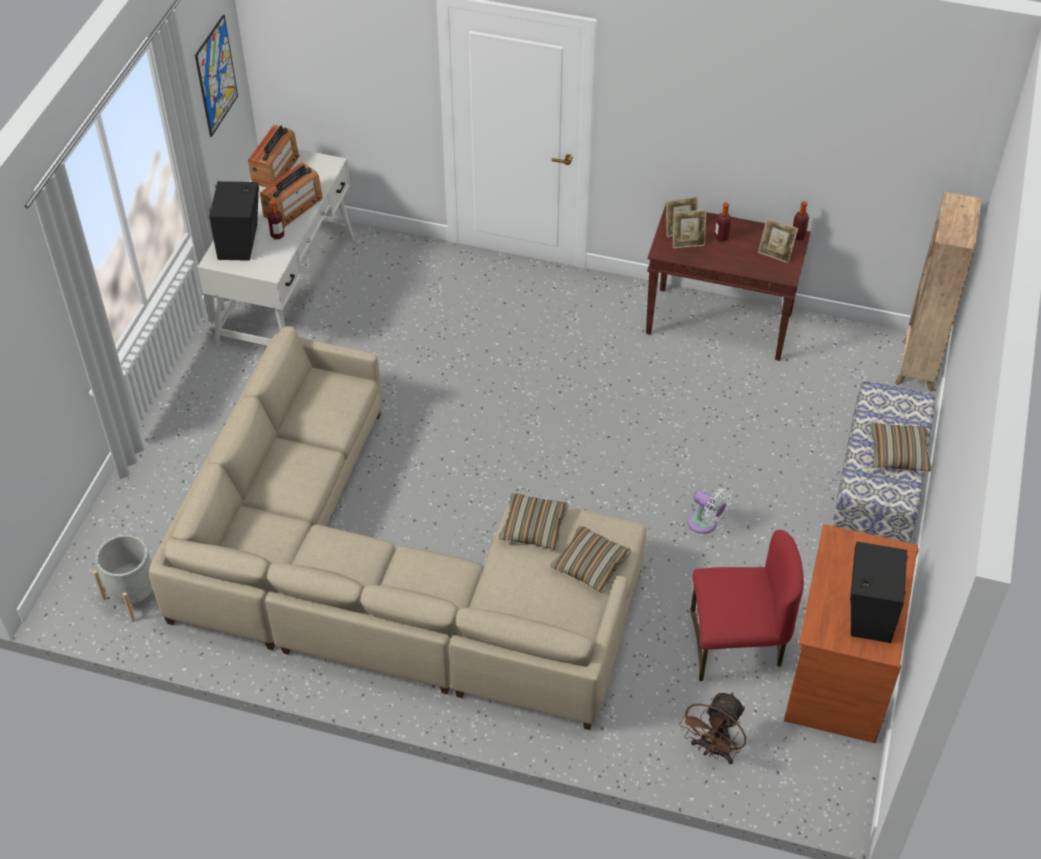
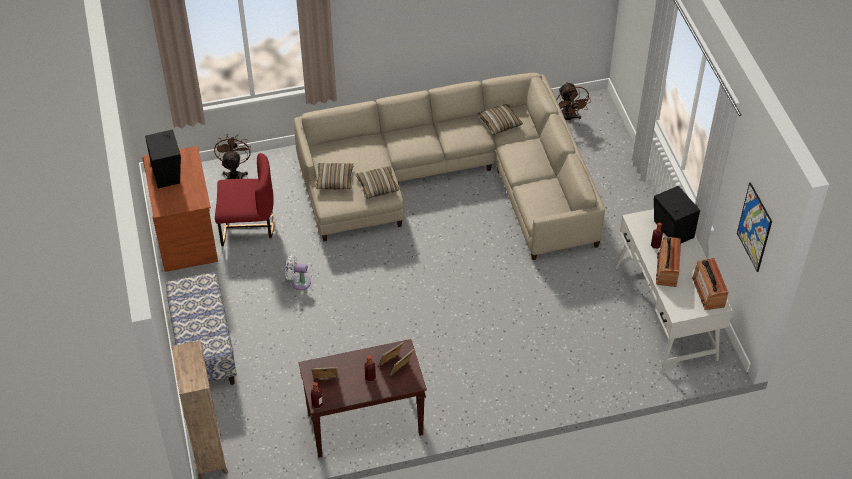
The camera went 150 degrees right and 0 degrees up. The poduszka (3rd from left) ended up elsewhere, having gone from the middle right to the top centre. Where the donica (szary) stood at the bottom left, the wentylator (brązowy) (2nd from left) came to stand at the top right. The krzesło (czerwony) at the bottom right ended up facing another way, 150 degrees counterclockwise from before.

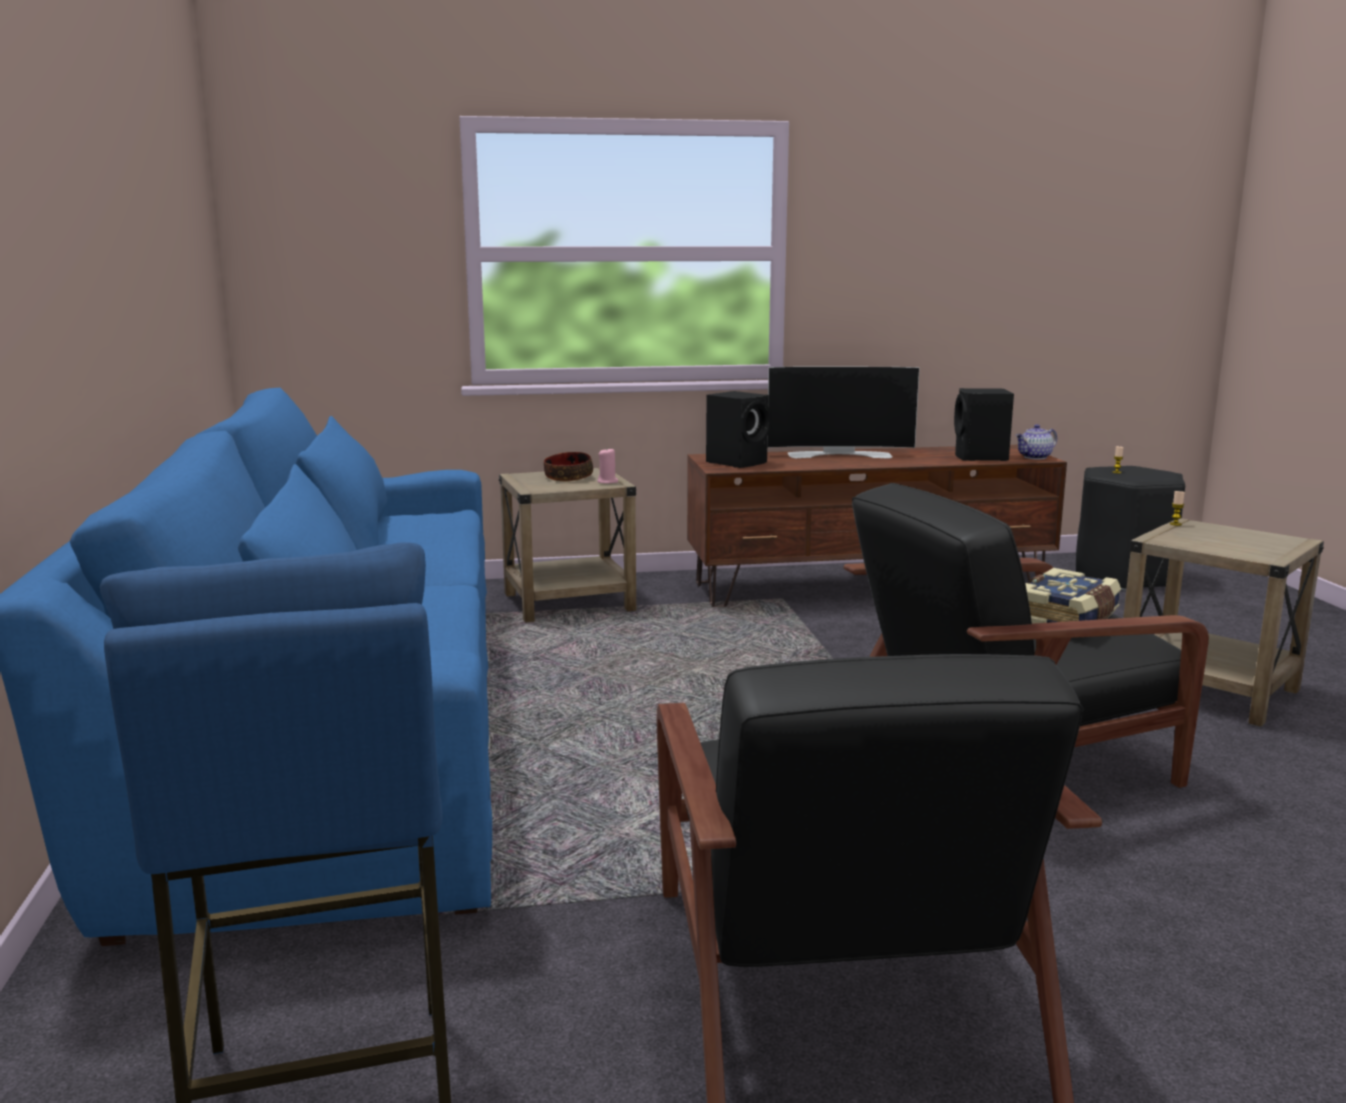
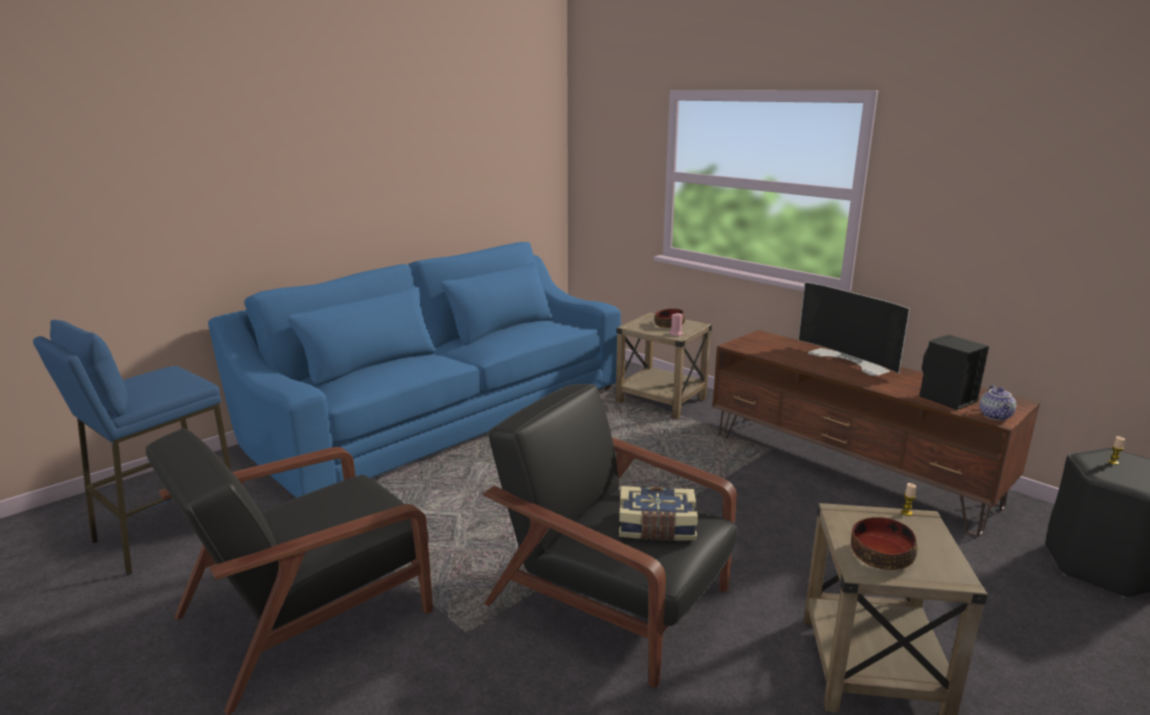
The camera went 55 degrees right and 5 degrees up. The second view lost the głośnik (czarny) (1st from left) at the centre. The second view gained the miska (2nd from left) at the bottom right. The imbryk at the middle right ended up facing another way, 105 degrees counterclockwise from before.

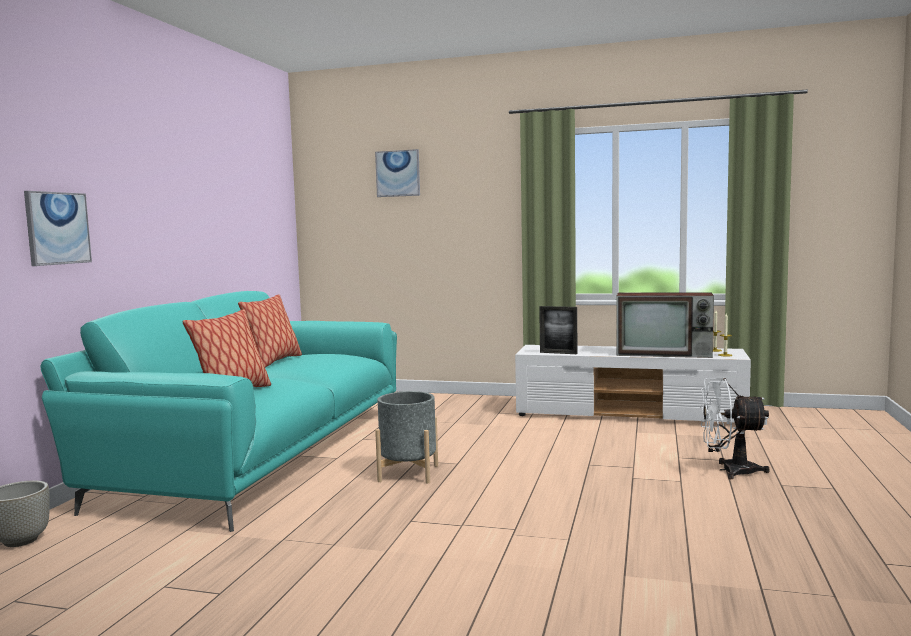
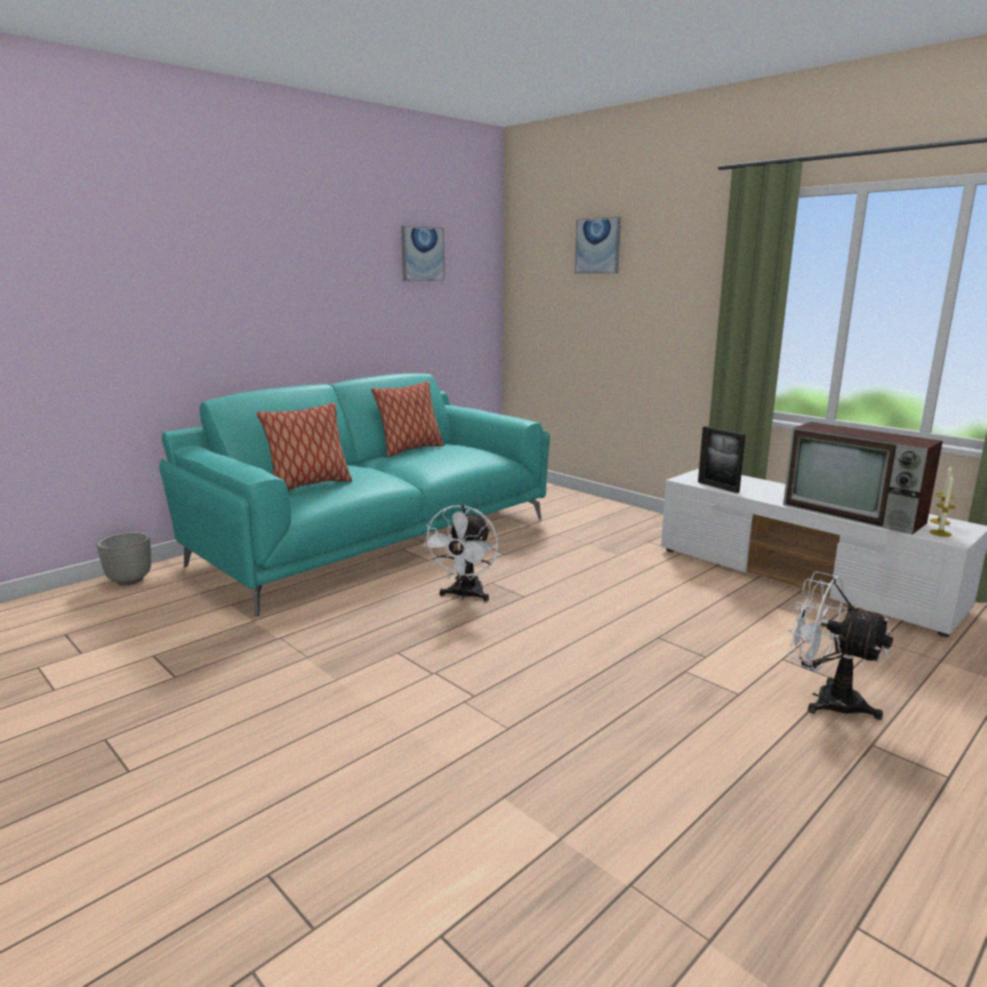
The camera went 30 degrees right and 10 degrees up. The obraz (1st from left) ended up elsewhere, having gone from the middle left to the top centre. Where the donica (szary) (2nd from left) stood at the bottom centre, the wentylator (biały) (1st from left) came to stand at the centre.

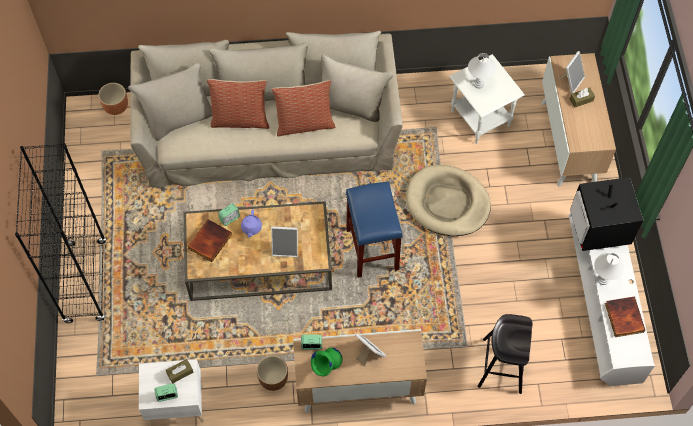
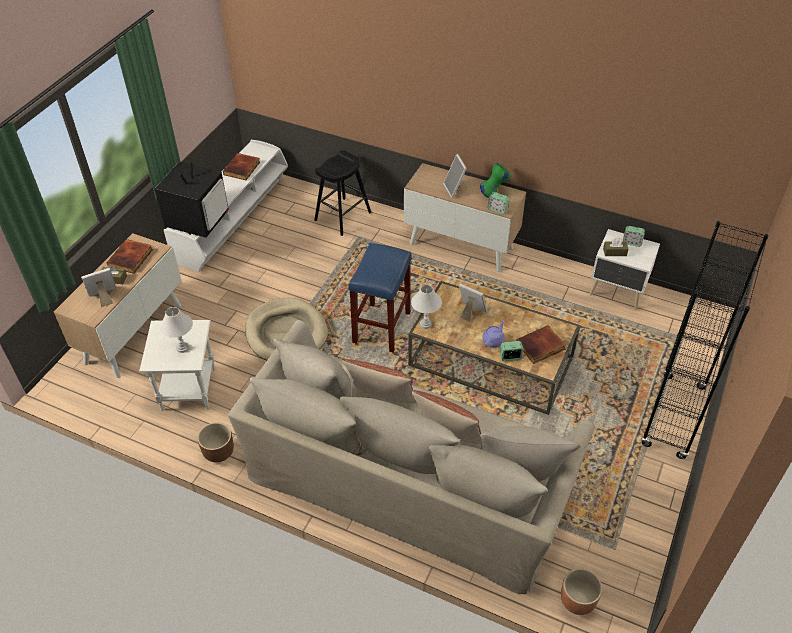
The camera went 150 degrees left and 15 degrees down. The second view gained the książka (1st from left) at the middle left. The donica (brązowy) (2nd from left in the first image) ended up elsewhere, having gone from the bottom centre to the bottom left. The lampa stołowa (biały) (2nd from left) ended up elsewhere, having gone from the middle right to the centre.

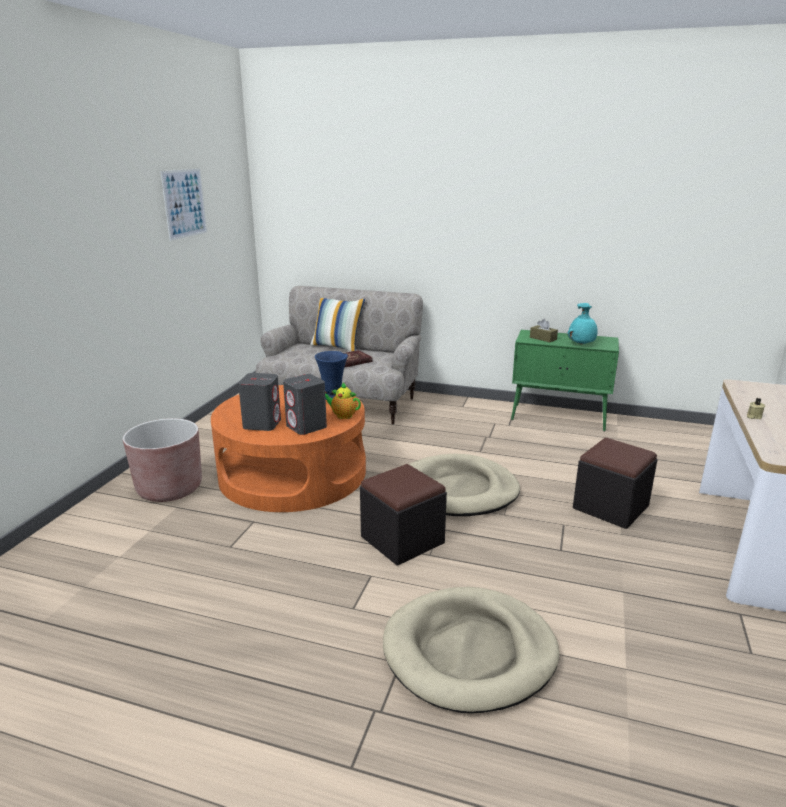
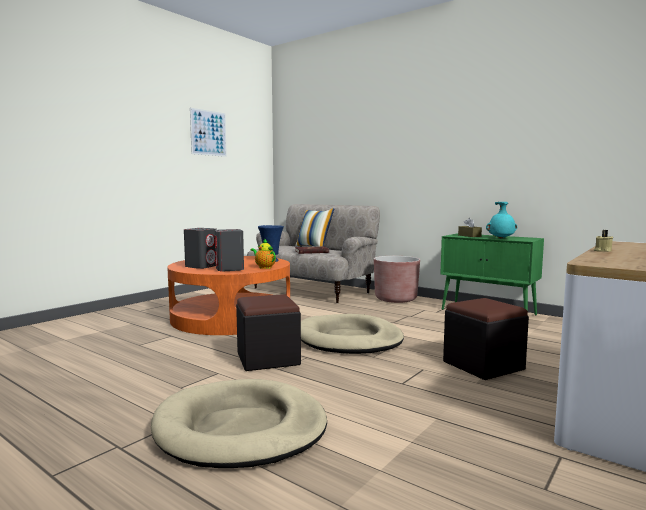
The camera went 20 degrees right and 15 degrees down. The donica (brązowy) ended up elsewhere, having gone from the middle left to the centre.

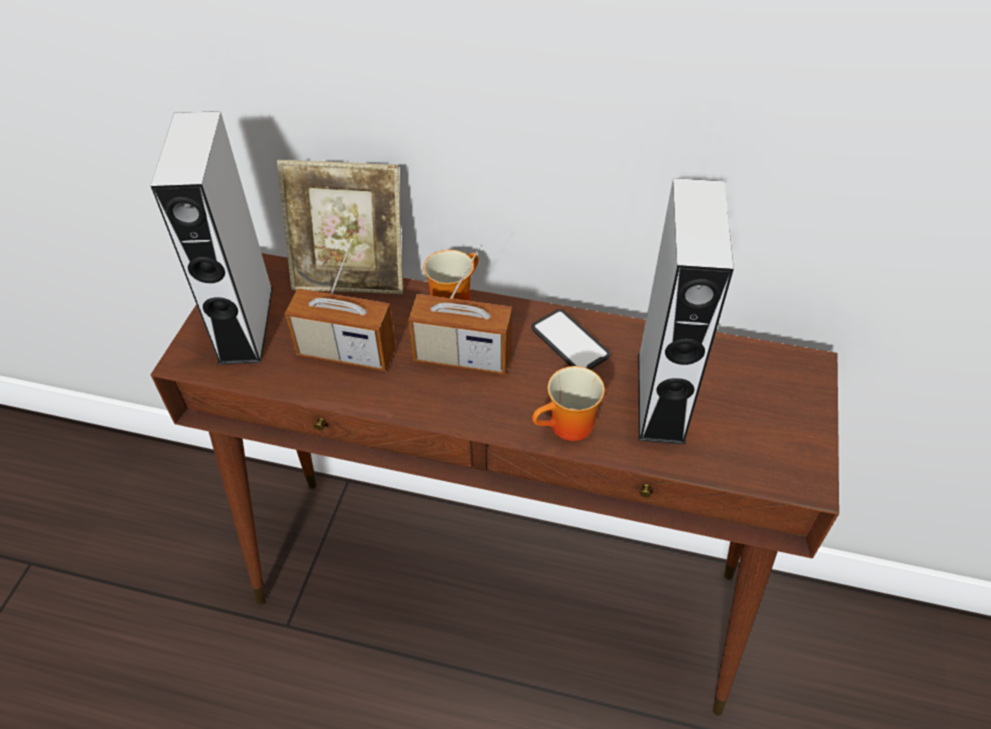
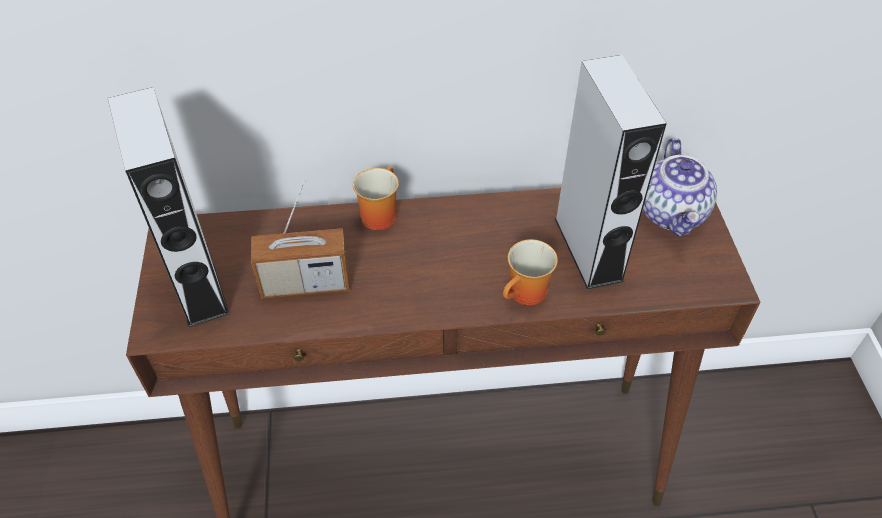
The camera went 20 degrees left and 0 degrees up. The second view lost the ramka na zdjęcie at the top centre. The second view lost the radio (2nd from left) at the centre. The second view lost the telefon at the centre. The second view gained the imbryk at the middle right.

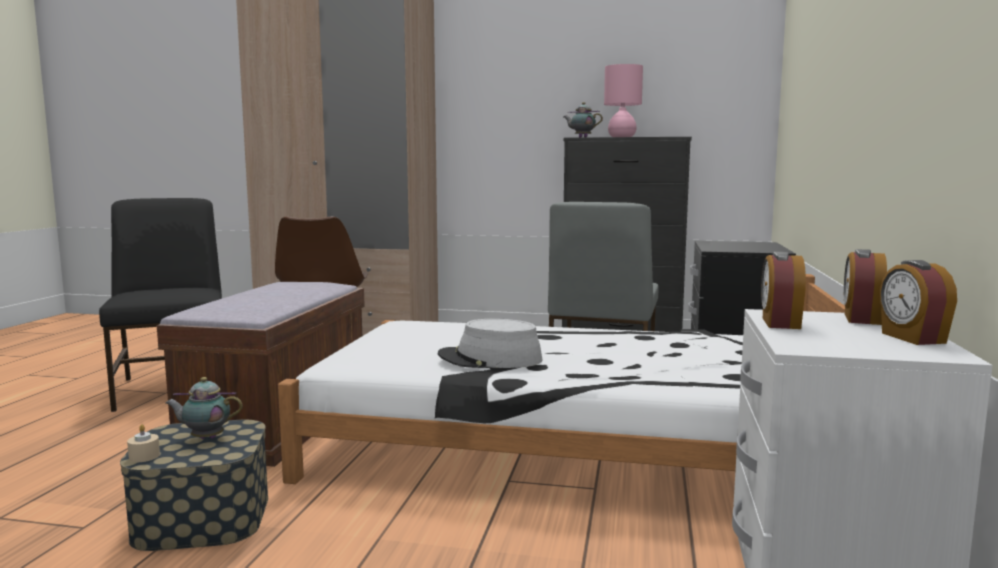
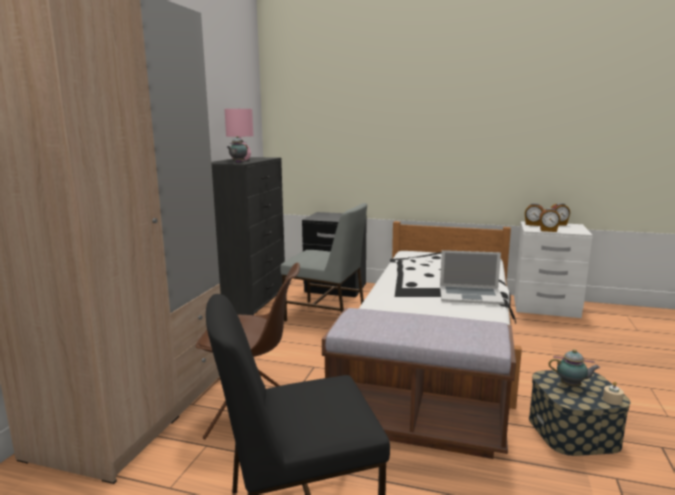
The camera went 85 degrees left and 5 degrees up. Where the kapelusz (szary) stood at the centre, the laptop came to stand at the middle right. The imbryk (1st from left in the first image) at the bottom left ended up facing another way, 75 degrees counterclockwise from before.

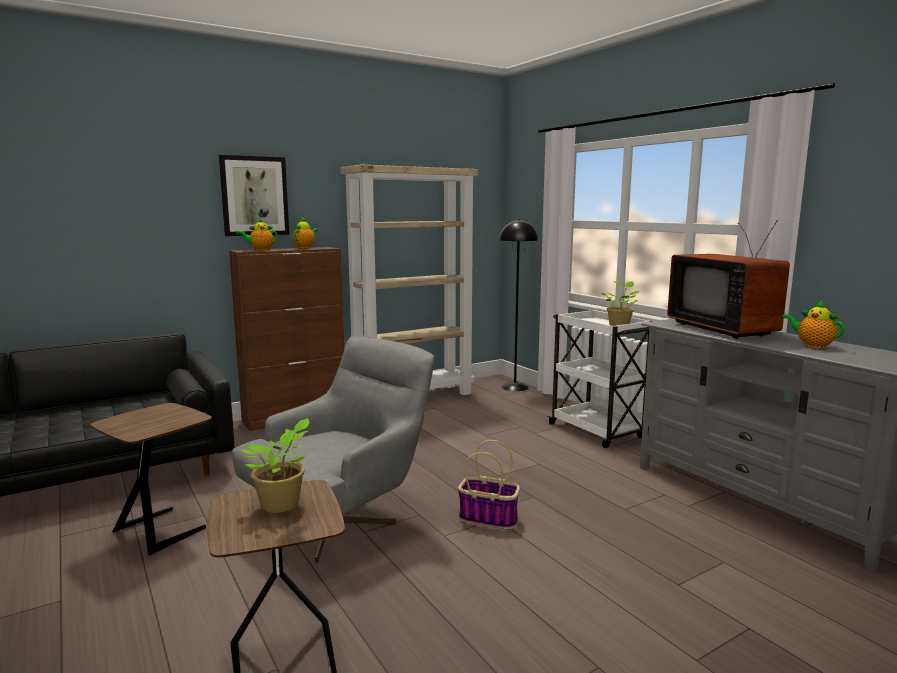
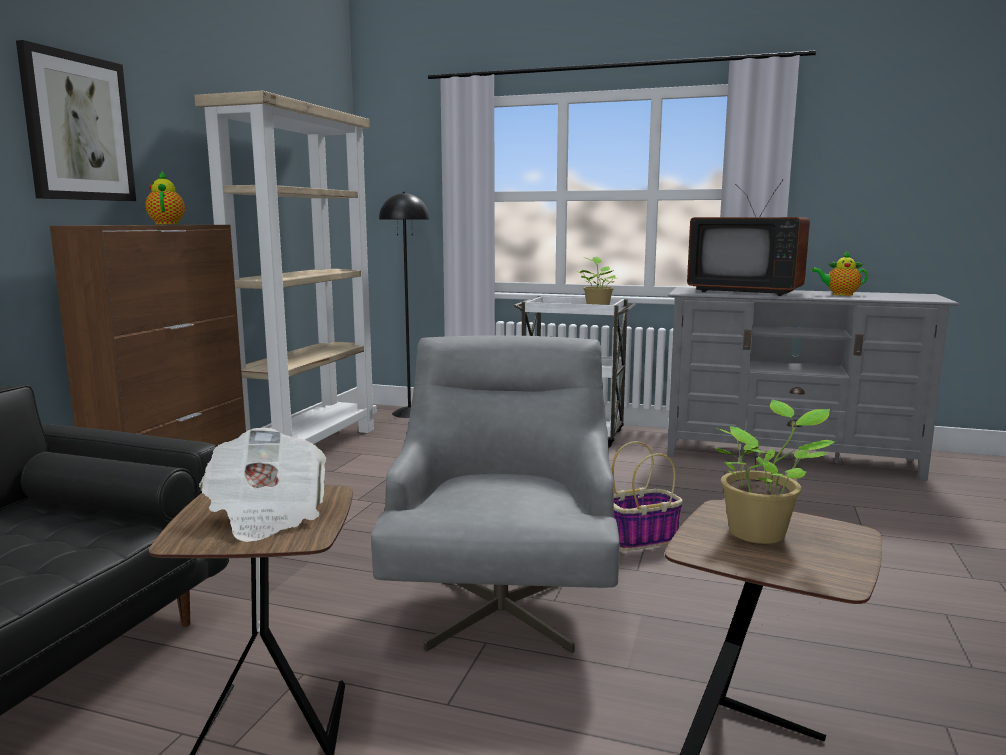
The camera went 40 degrees left and 0 degrees up. The second view lost the imbryk (1st from left) at the middle left. The second view gained the gazeta at the middle left.

